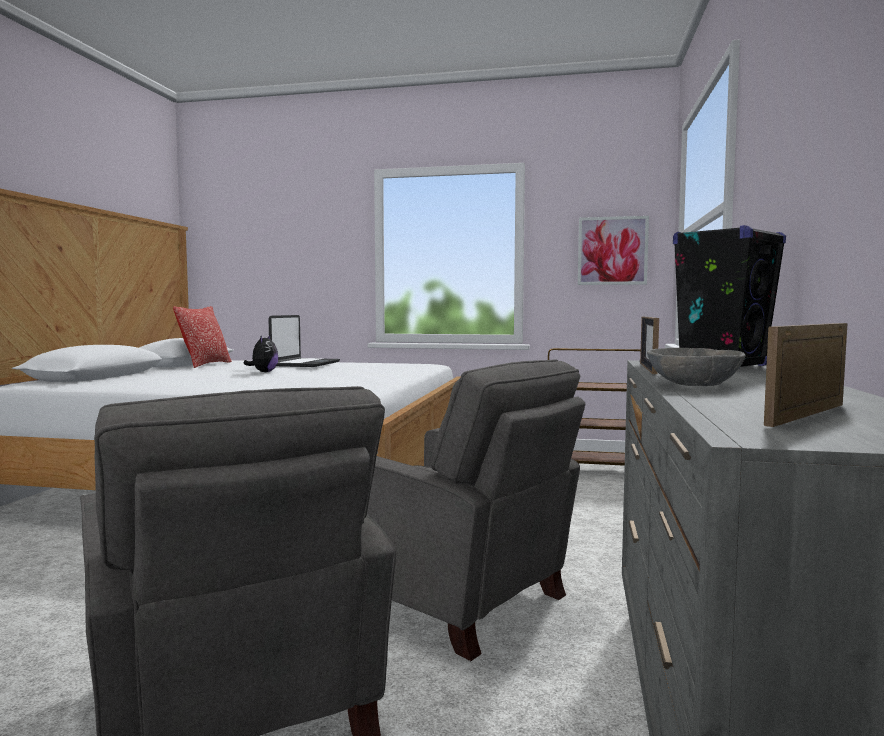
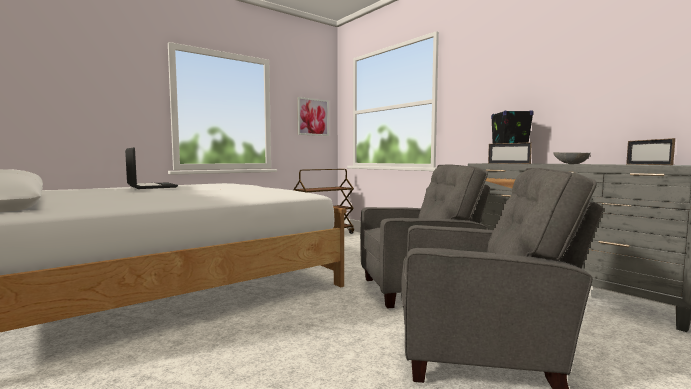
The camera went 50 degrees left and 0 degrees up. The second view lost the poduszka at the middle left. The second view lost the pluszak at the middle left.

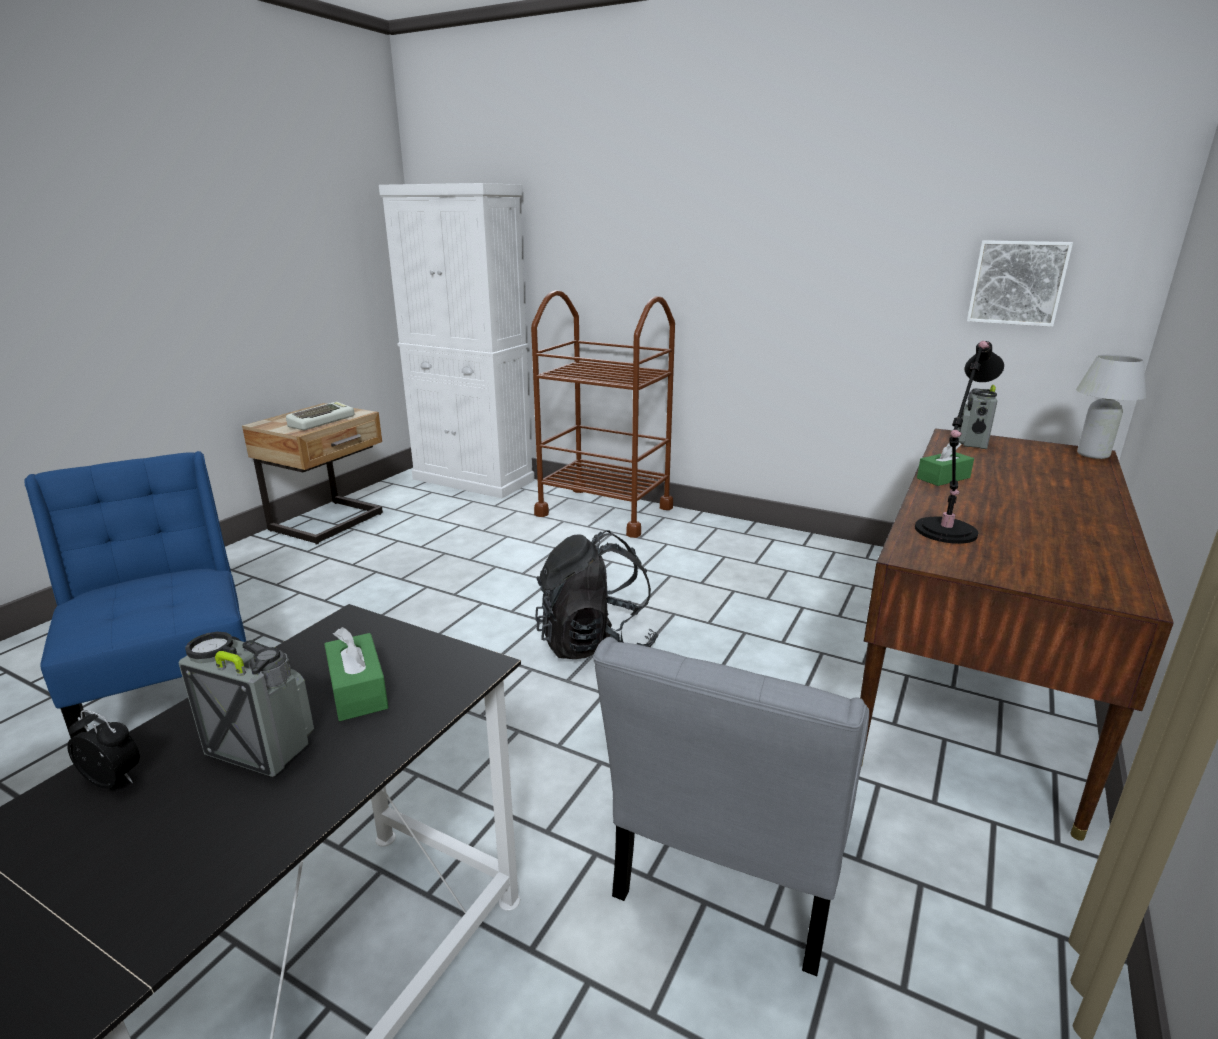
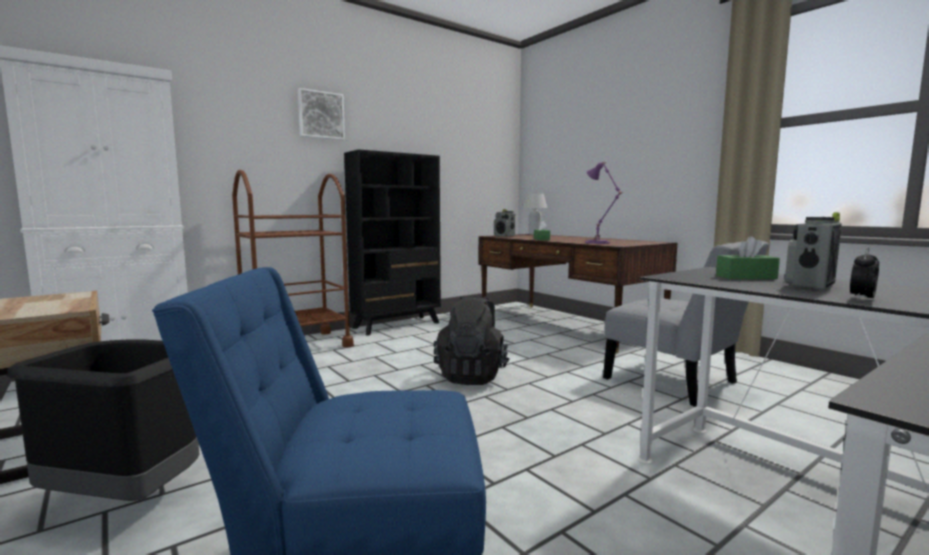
The camera went 65 degrees left and 15 degrees down. The second view lost the klawiatura at the middle left. The second view gained the kosz na śmieci (czarny) at the bottom left. The second view gained the regał (czarny) at the centre. The obraz ended up elsewhere, having gone from the top right to the top centre. What was the lampa stołowa (czarny) at the middle right turned into the lampa stołowa (fioletowy) at the centre.

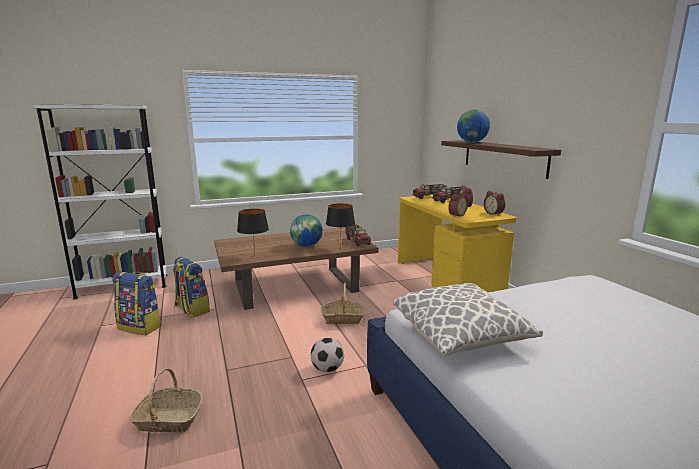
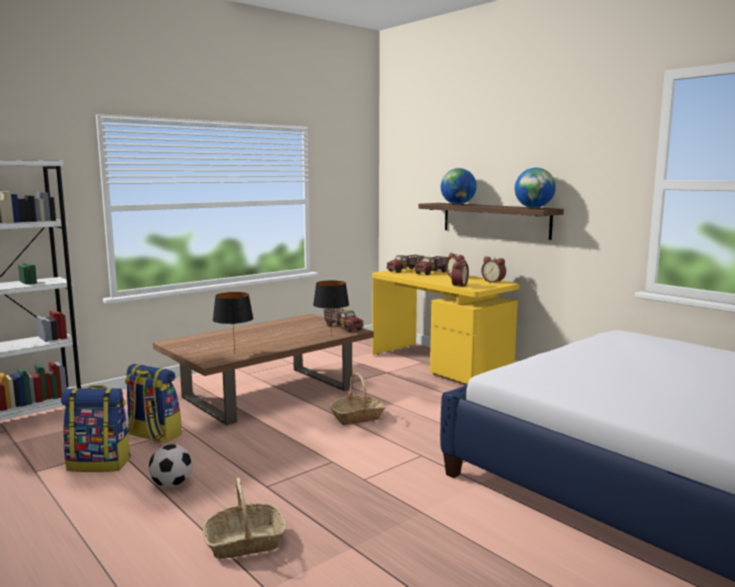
The camera went 20 degrees left and 5 degrees down. The second view lost the poduszka at the bottom right. The globus (1st from left in the first image) ended up elsewhere, having gone from the centre to the top right. The piłka futbolowa ended up elsewhere, having gone from the bottom centre to the bottom left.

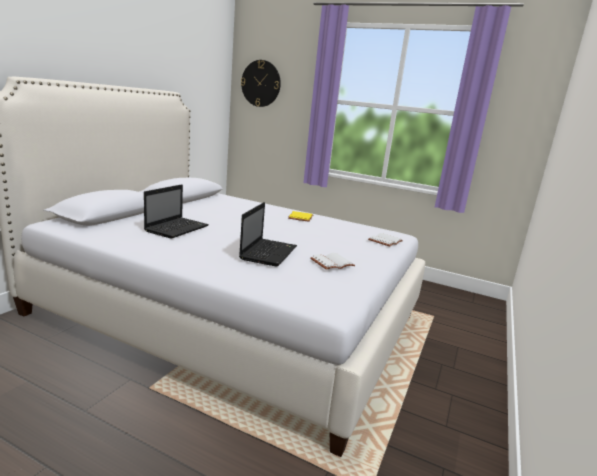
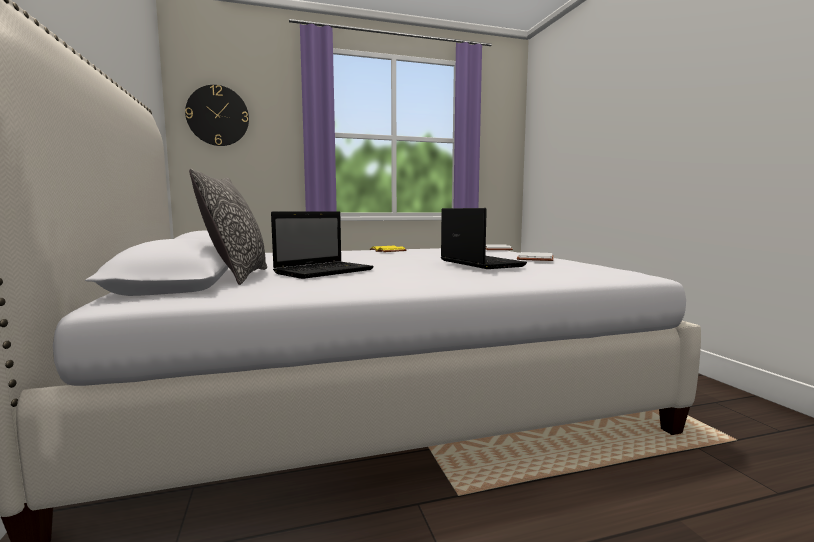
The camera went 40 degrees left and 10 degrees down. The second view gained the poduszka at the middle left. The laptop (1st from left) at the middle left ended up facing another way, 60 degrees clockwise from before.

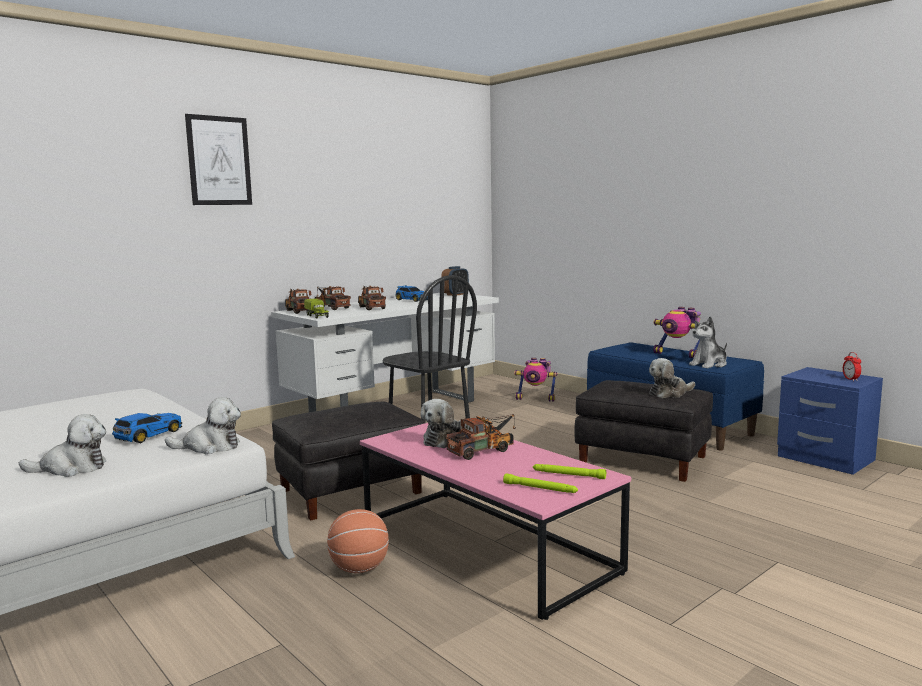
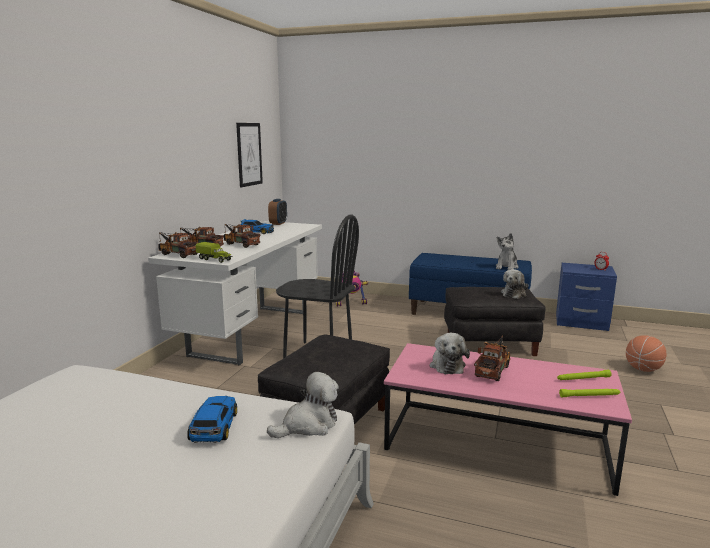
The camera went 30 degrees left and 5 degrees up. The second view lost the pluszak (1st from left) at the middle left. The second view lost the robot zabawkowy (2nd from left) at the middle right. The obraz ended up elsewhere, having gone from the top left to the top centre. The piłka do koszykówki ended up elsewhere, having gone from the bottom centre to the middle right.

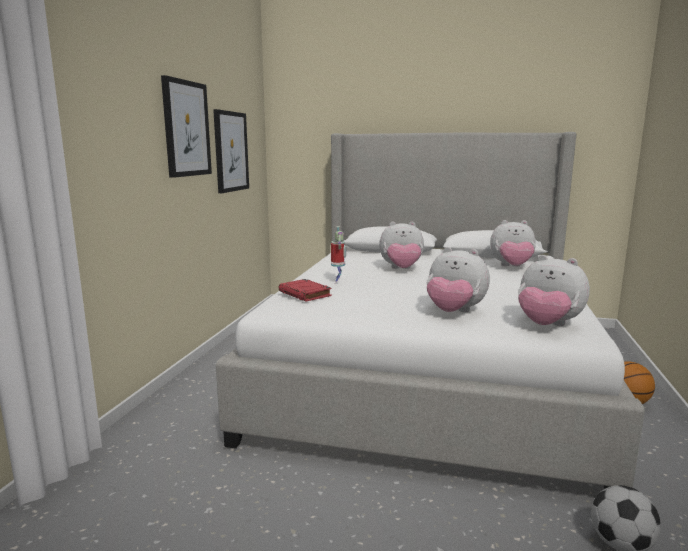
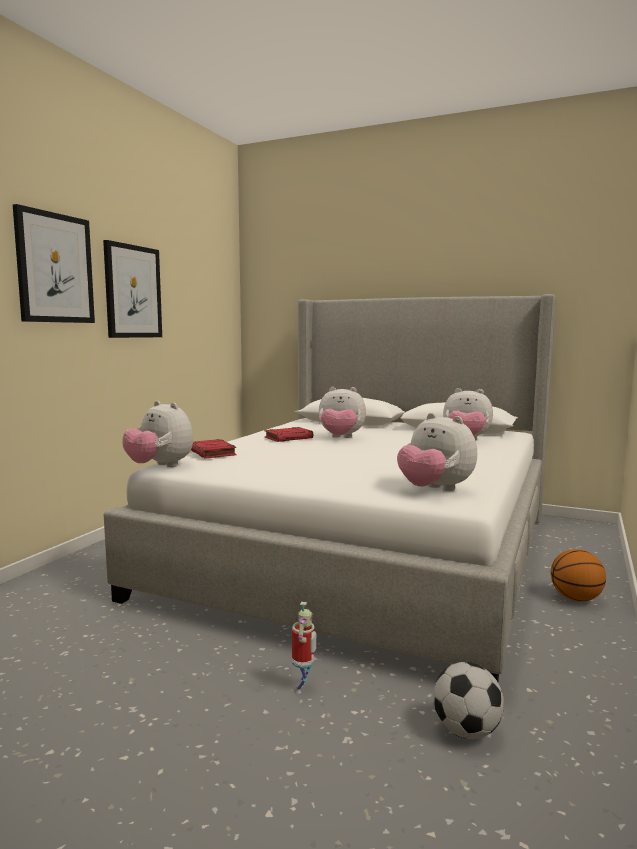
The camera went 10 degrees right and 5 degrees down. The second view gained the książka (czerwony) (2nd from left) at the centre. The obraz (2nd from left in the first image) ended up elsewhere, having gone from the top centre to the top left. The robot zabawkowy ended up elsewhere, having gone from the centre to the bottom centre. The pluszak (2nd from left in the first image) ended up elsewhere, having gone from the centre to the middle left.

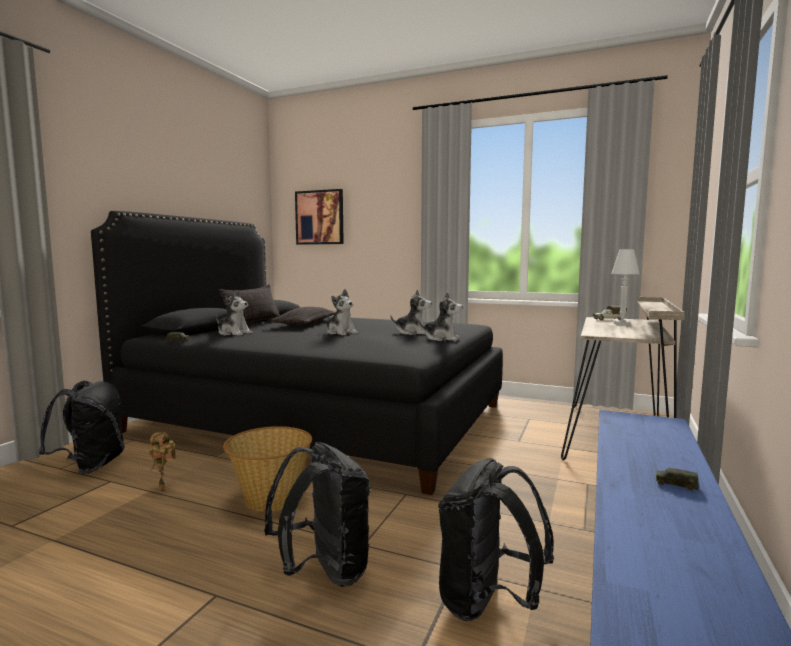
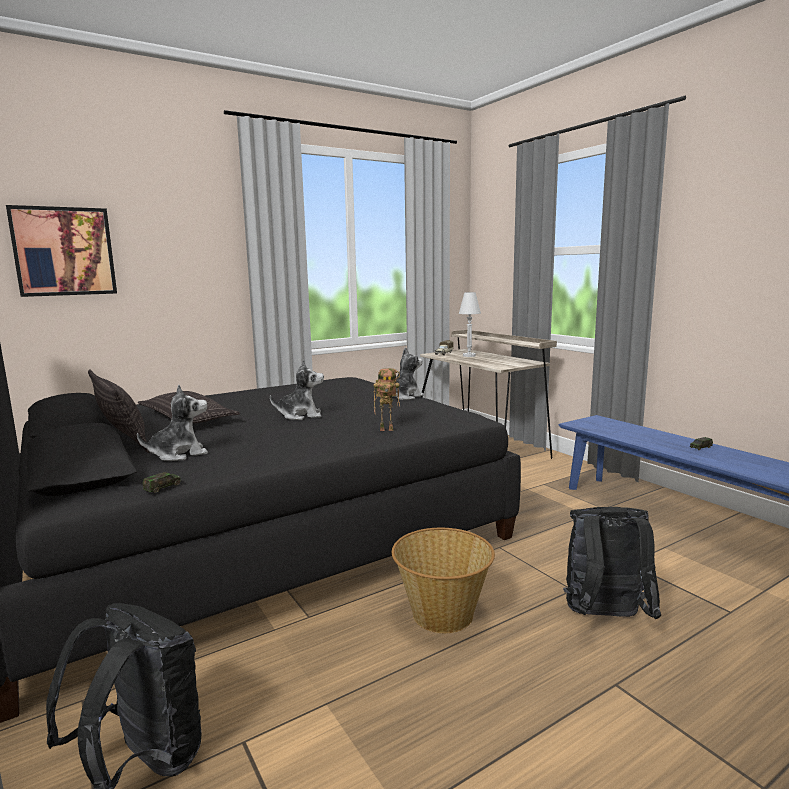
The camera went 55 degrees left and 5 degrees up. The second view lost the pluszak (3rd from left) at the centre. The second view lost the plecak (czarny) (3rd from left) at the bottom centre. The robot zabawkowy ended up elsewhere, having gone from the bottom left to the centre.

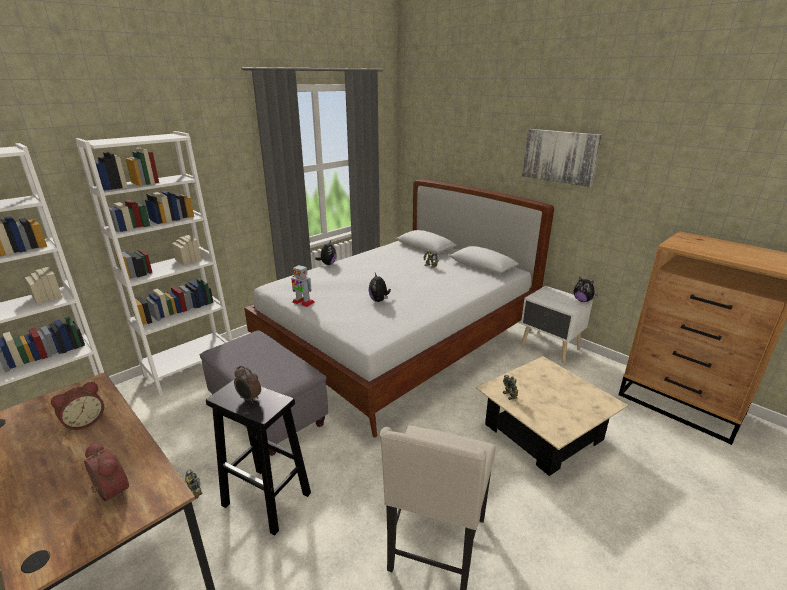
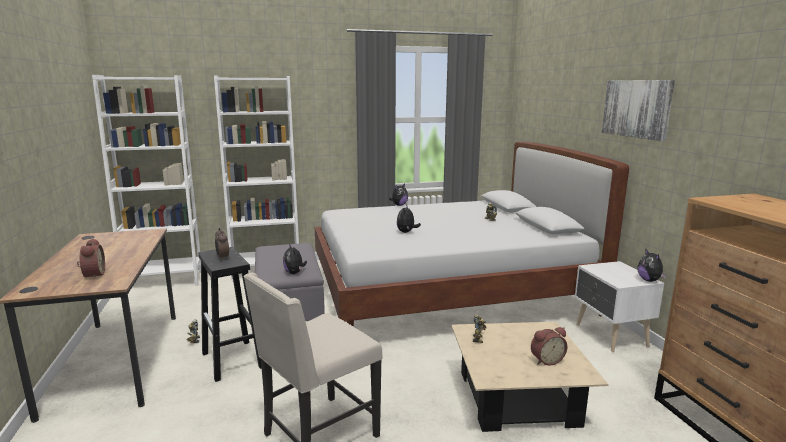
The camera went 30 degrees right and 10 degrees down. The second view lost the robot zabawkowy (2nd from left) at the centre. The second view gained the pluszak (1st from left) at the centre. The budzik (1st from left in the first image) ended up elsewhere, having gone from the bottom left to the bottom right.

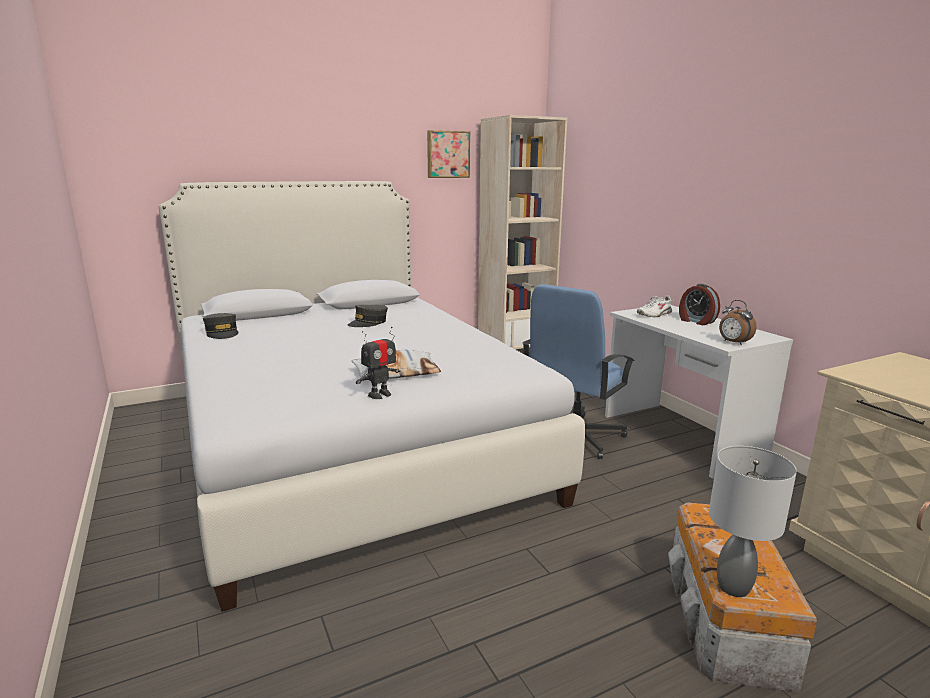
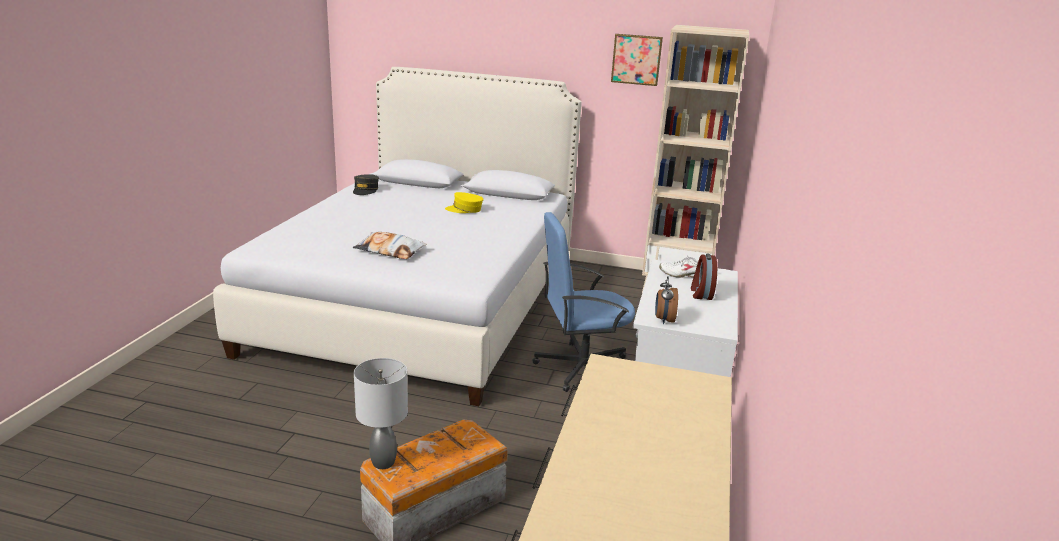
The camera went 40 degrees right and 5 degrees up. The second view lost the robot zabawkowy at the centre. What was the czapka z daszkiem (szary) (2nd from left) at the centre turned into the czapka z daszkiem (żółty) at the centre.

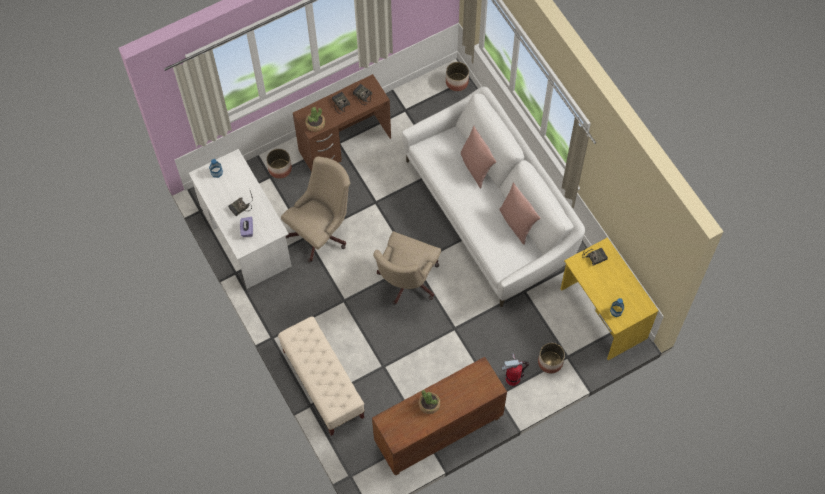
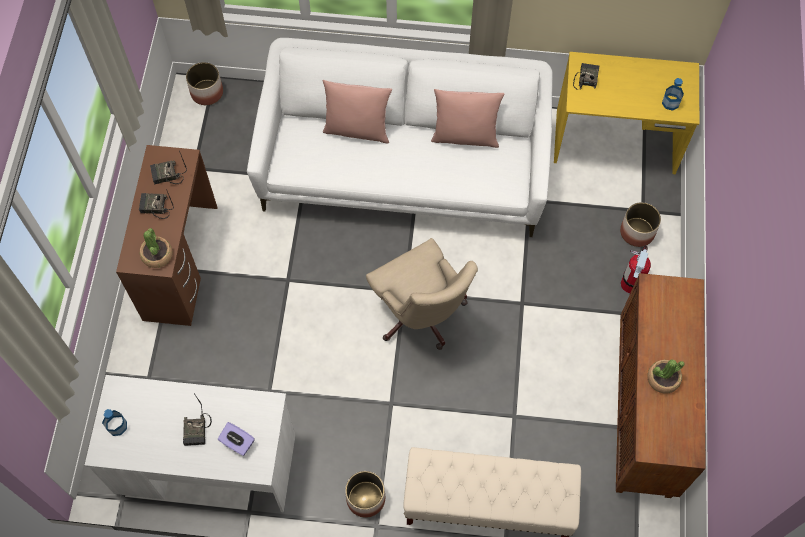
The camera went 55 degrees left and 0 degrees up. The second view lost the krzesło biurowe (beżowy) (1st from left) at the centre. The donica (1st from left in the first image) ended up elsewhere, having gone from the top centre to the bottom centre.

